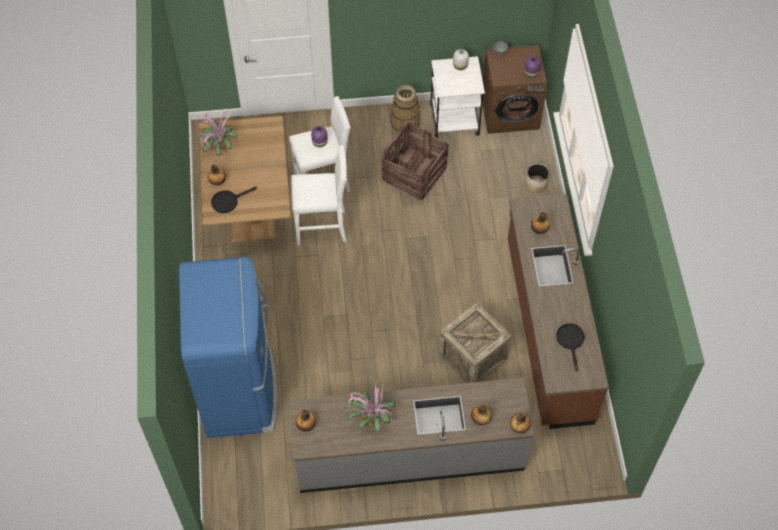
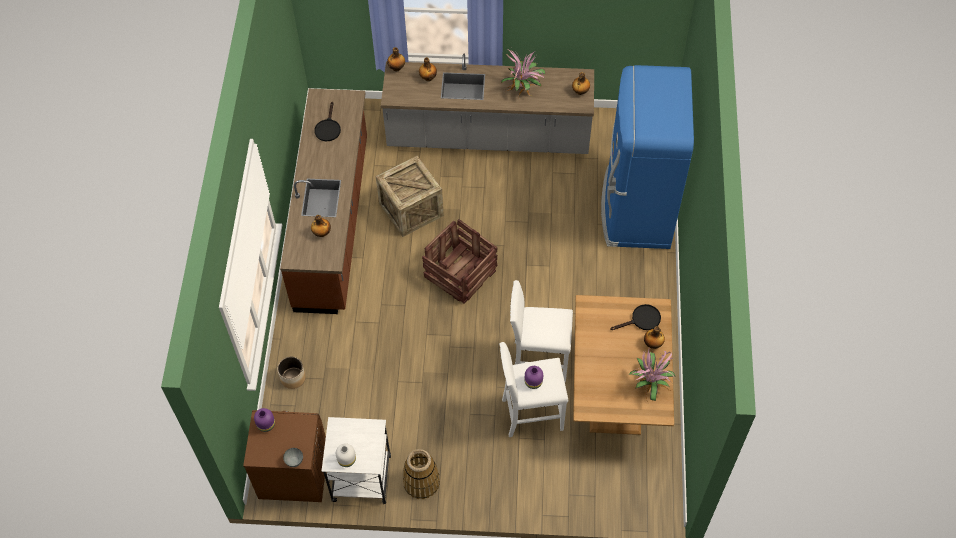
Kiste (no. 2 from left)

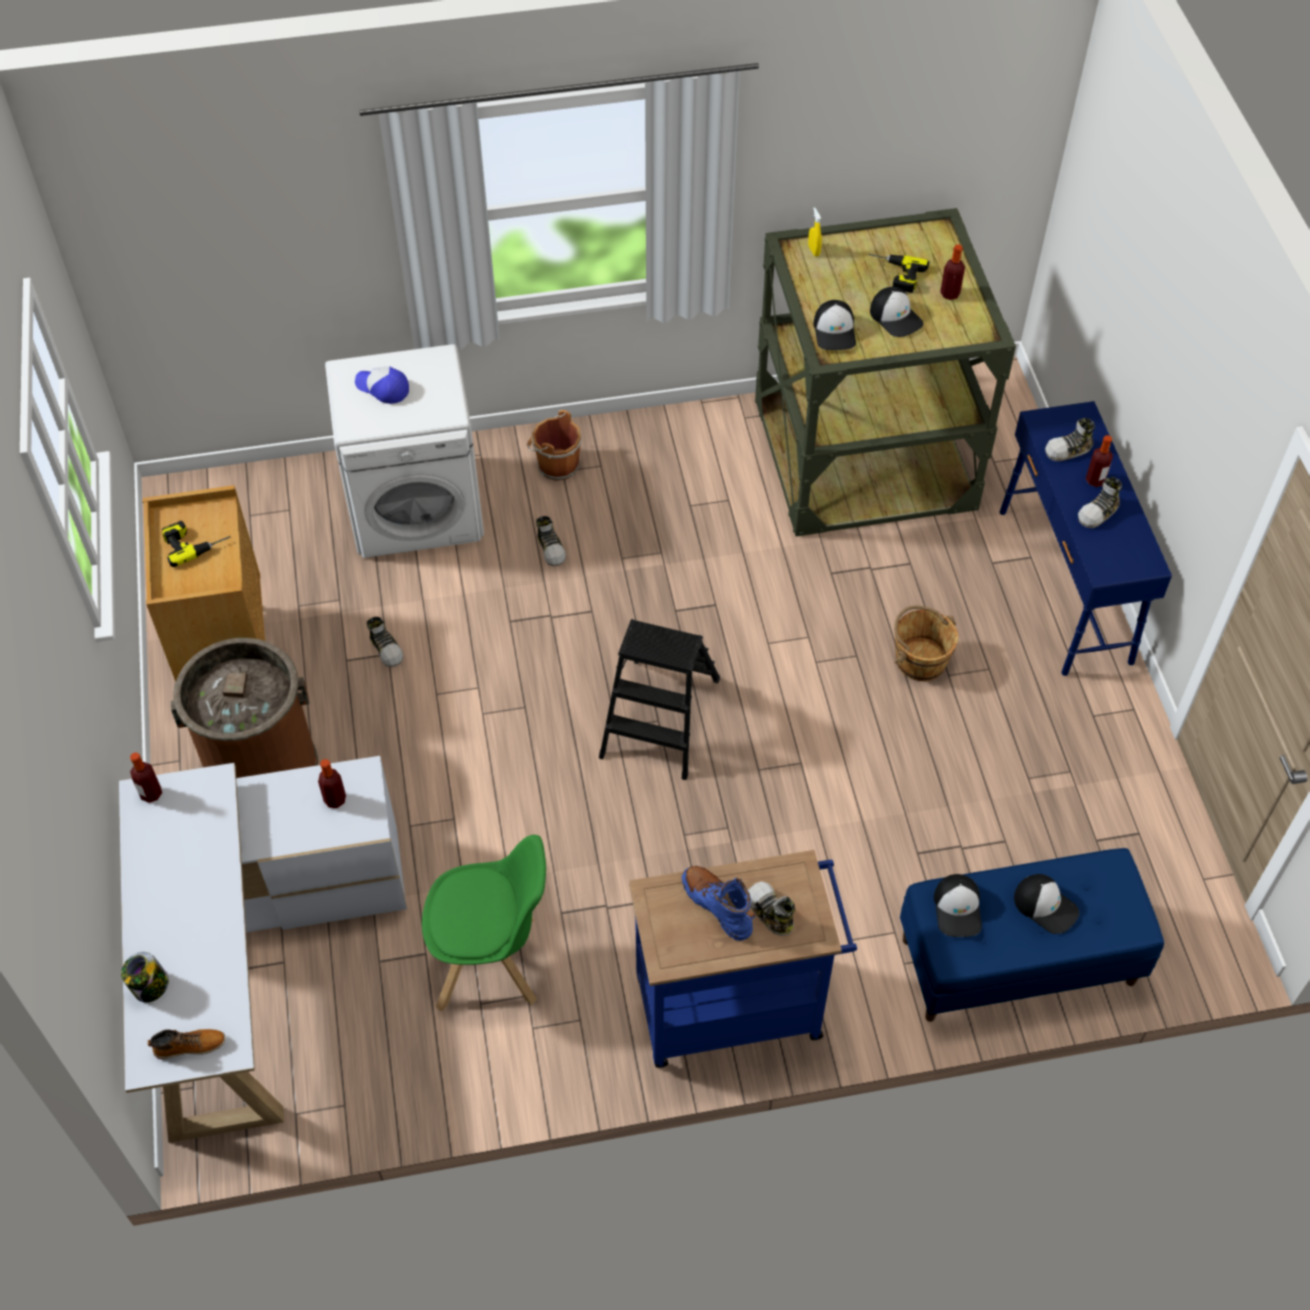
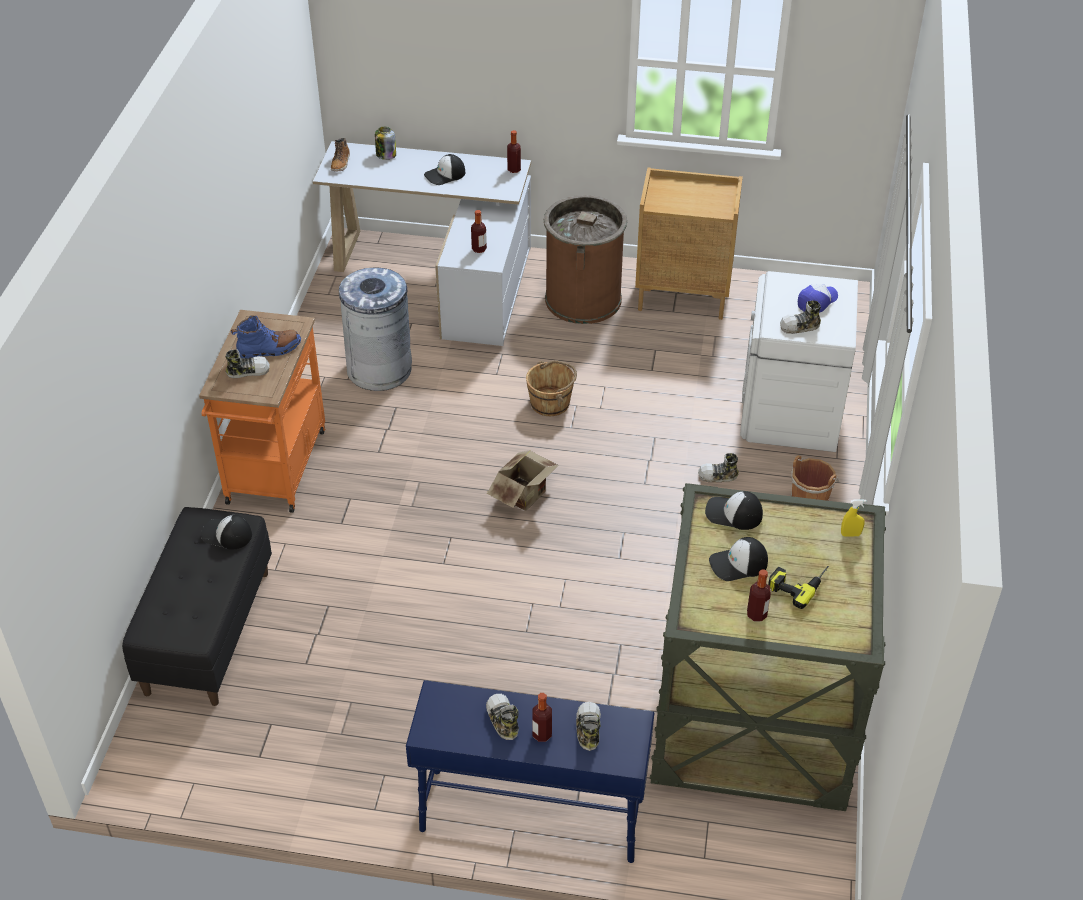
Bohrmaschine (no. 1 from left in the first image); Schuh (no. 5 from left); Eimer (braun) (no. 1 from left); Kappe (no. 2 from left); Mülleimer (grau); Karton; Rollwagen (orange); Bank (schwarz)

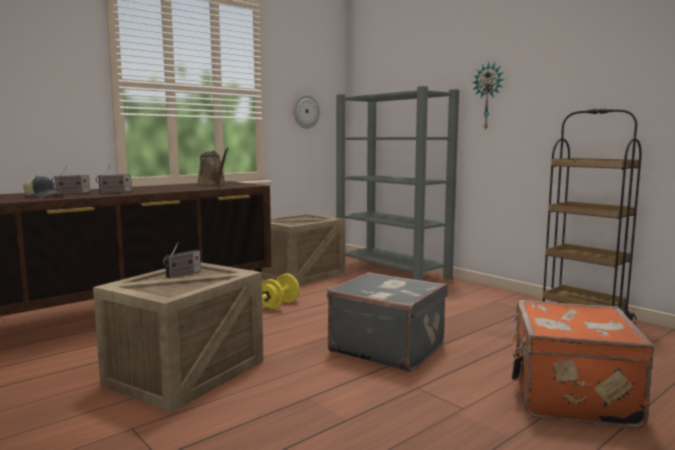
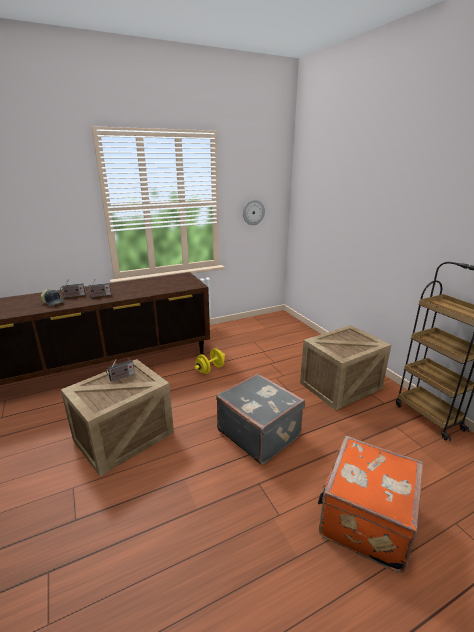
Gießkanne (braun); Bücherregal (grau); Wanduhr (no. 2 from left in the first image); Kiste (no. 2 from left)

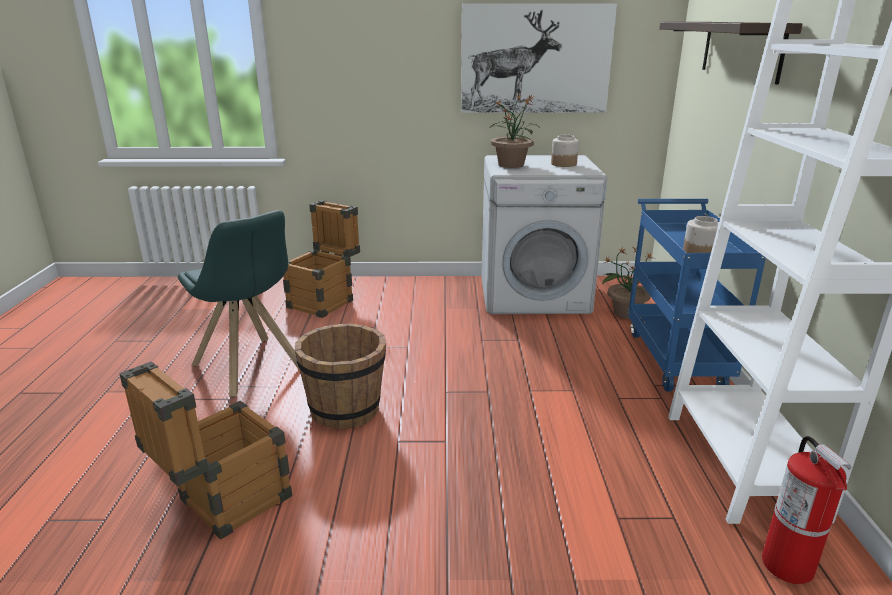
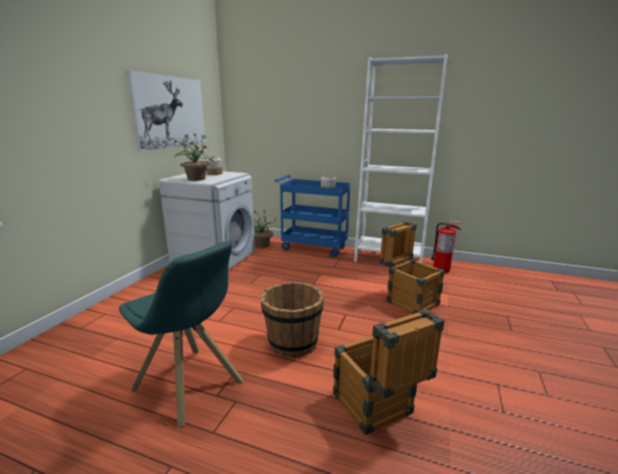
Wandregal; Kiste (no. 2 from left); Stuhl (türkis)

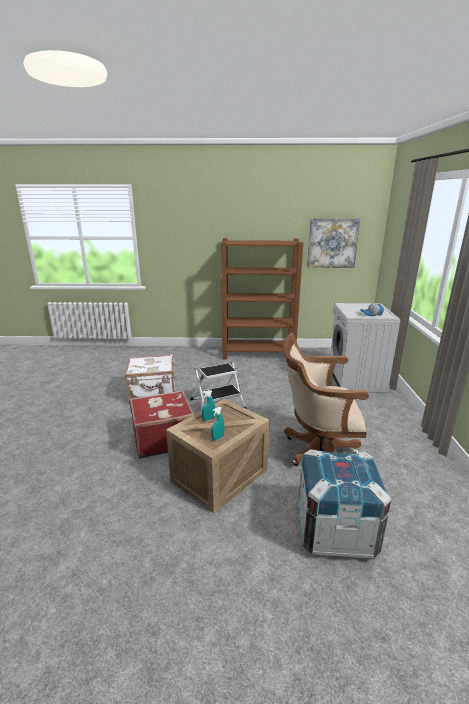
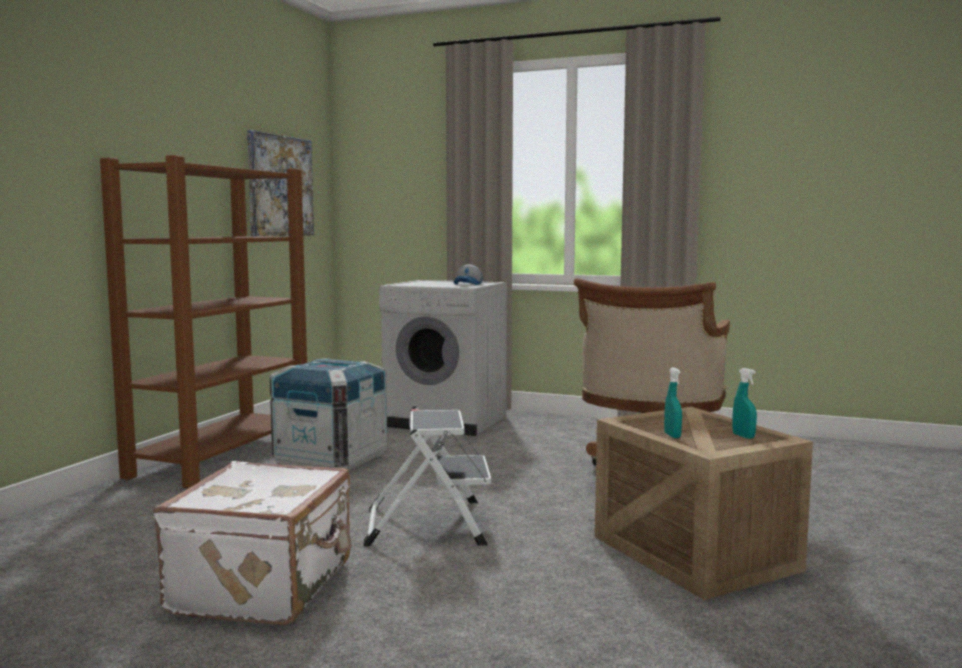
Koffer (rot); Kiste (no. 1 from left)

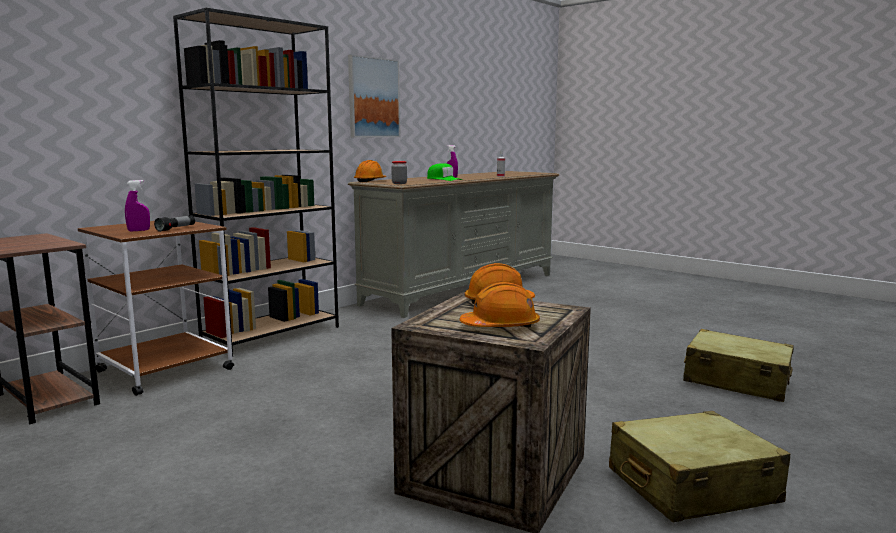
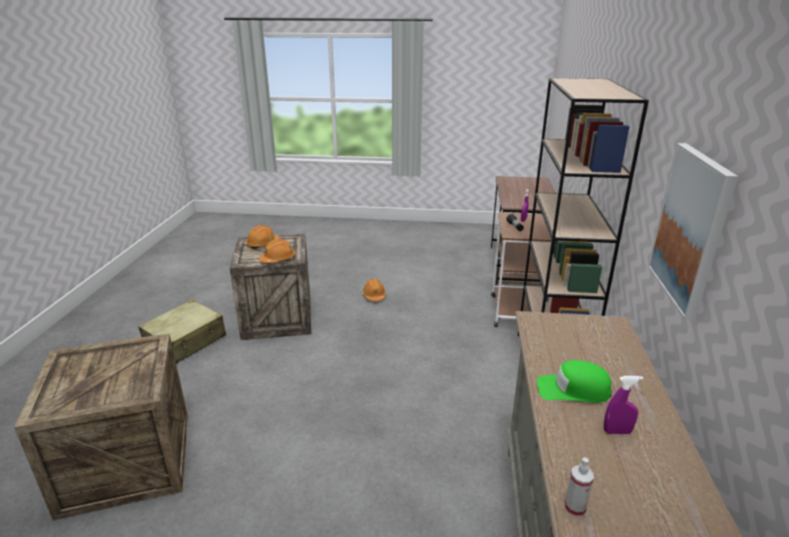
Vorratsglas; Schutzhelm (orange) (no. 3 from left); Kiste (no. 1 from left)

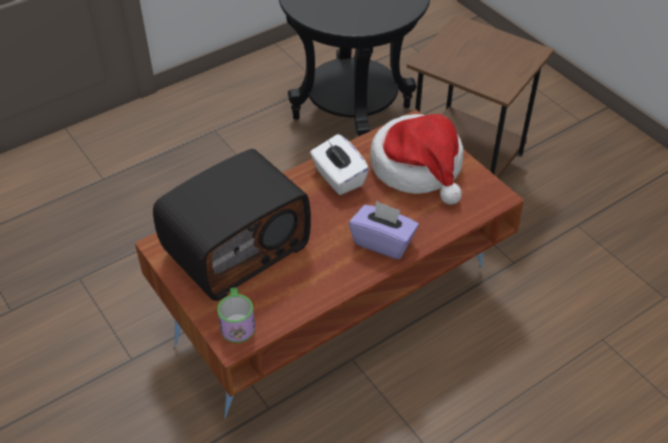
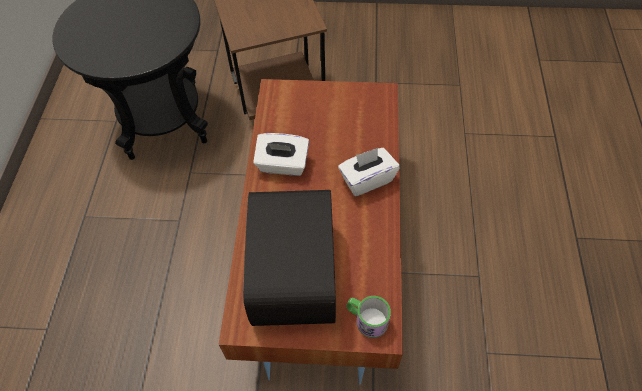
Hut; Taschentuchbox (weiß) (no. 2 from left)

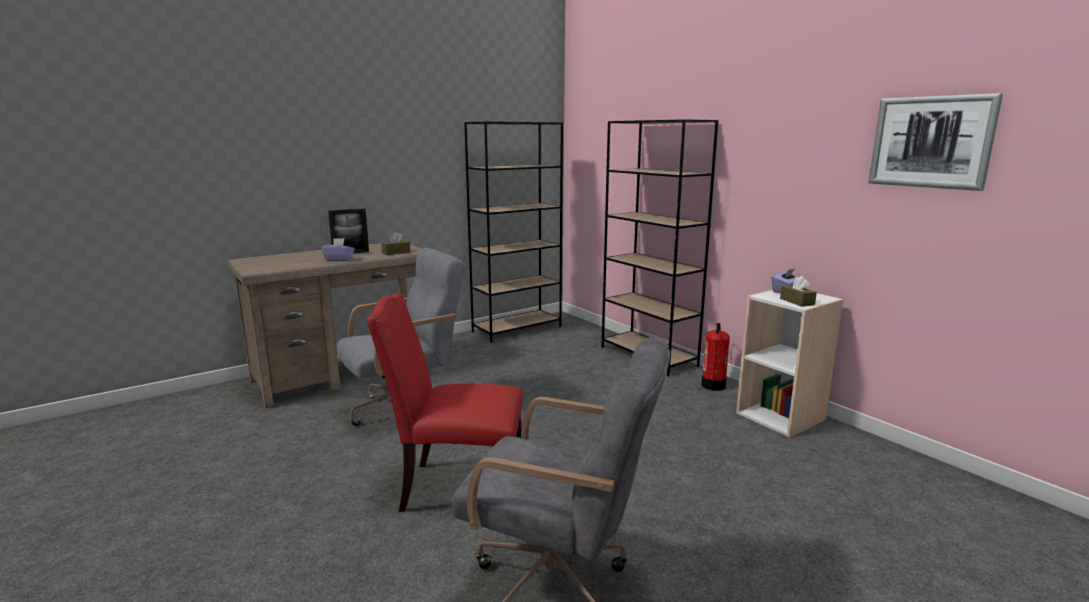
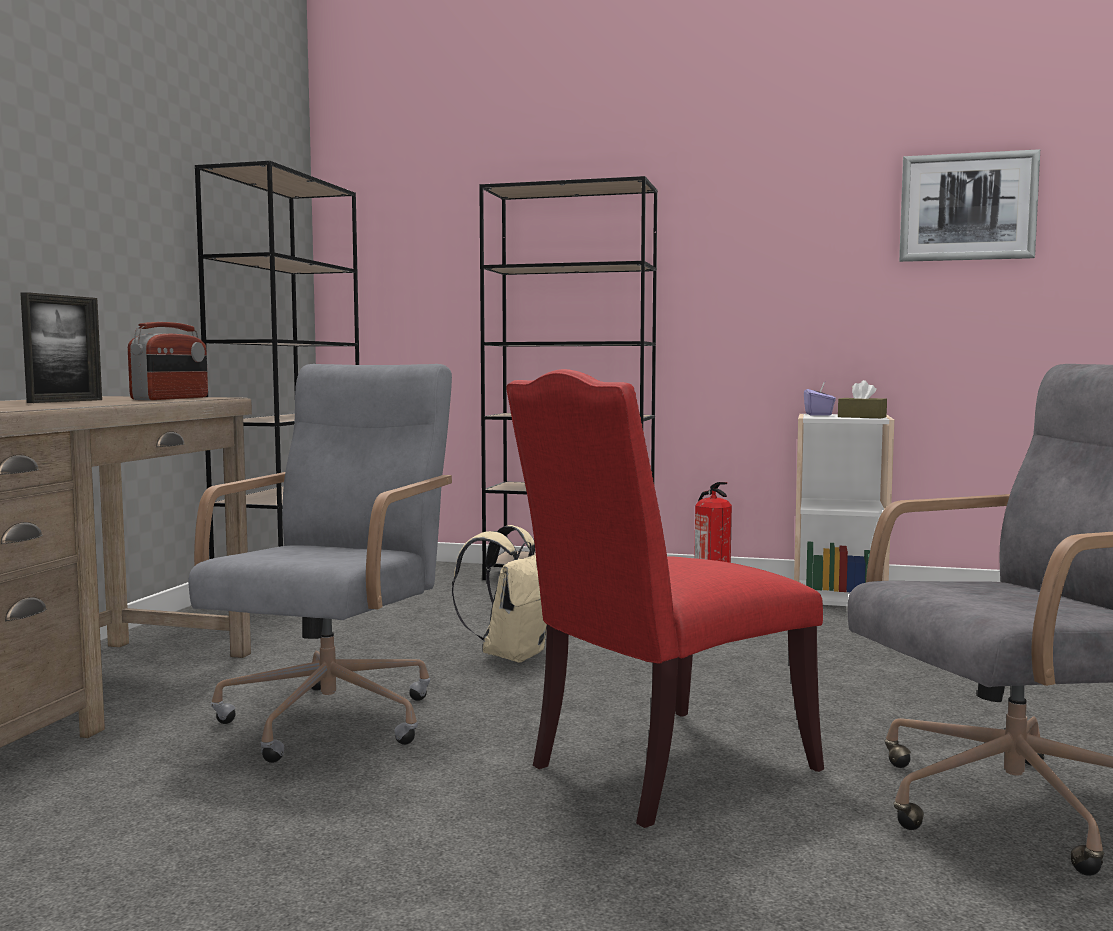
Taschentuchbox (lila) (no. 1 from left in the first image); Rucksack (beige); Radio

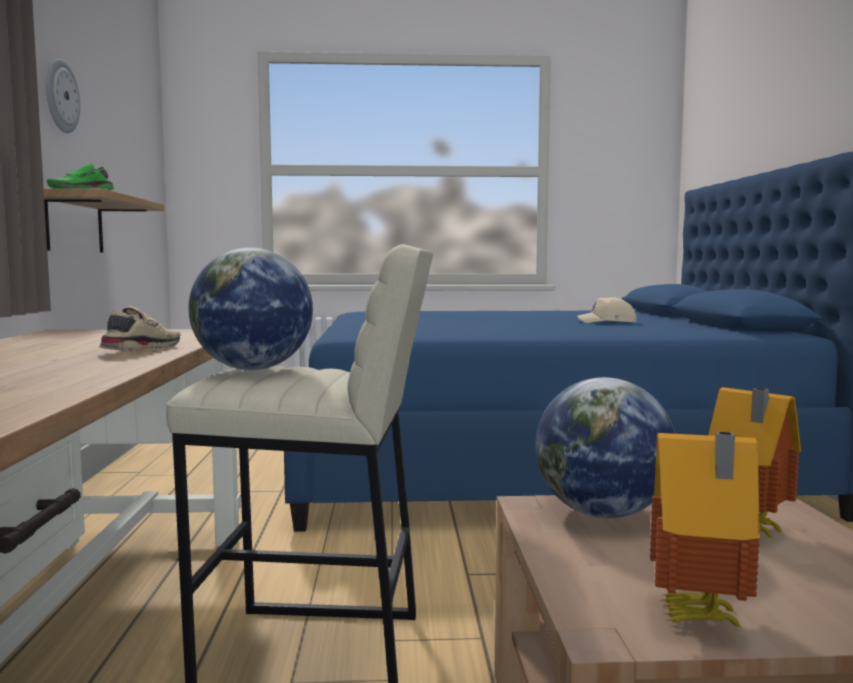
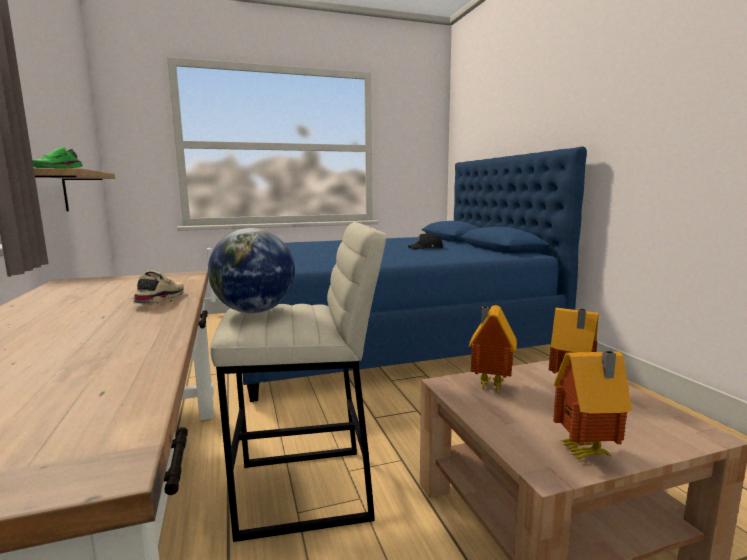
Wanduhr; Spielzeughaus (no. 1 from left); Kappe (schwarz)

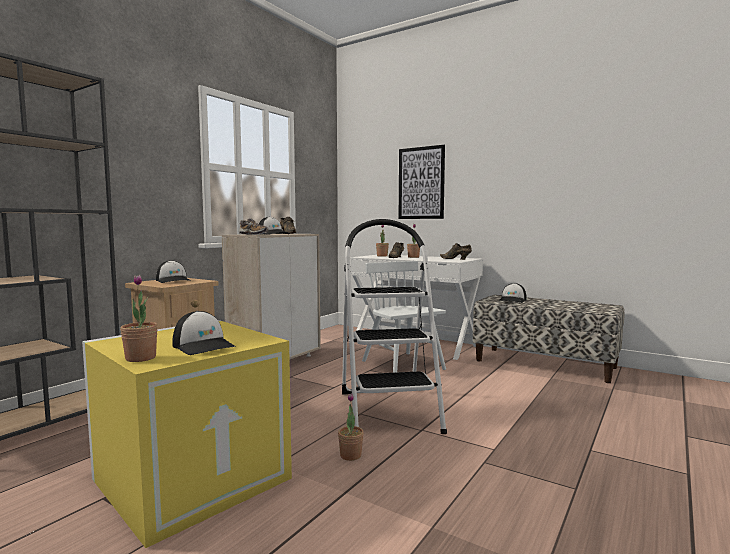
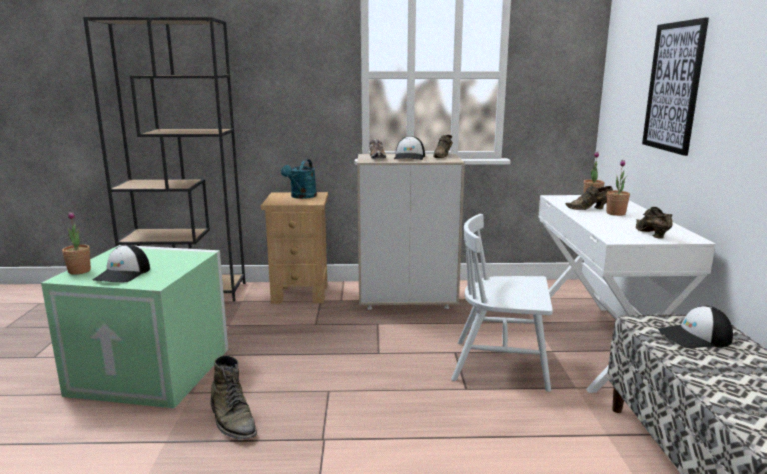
Trittleiter; Gießkanne (türkis); Stiefel (grün); Aufbewahrungsbox (grün); Stuhl (weiß)

